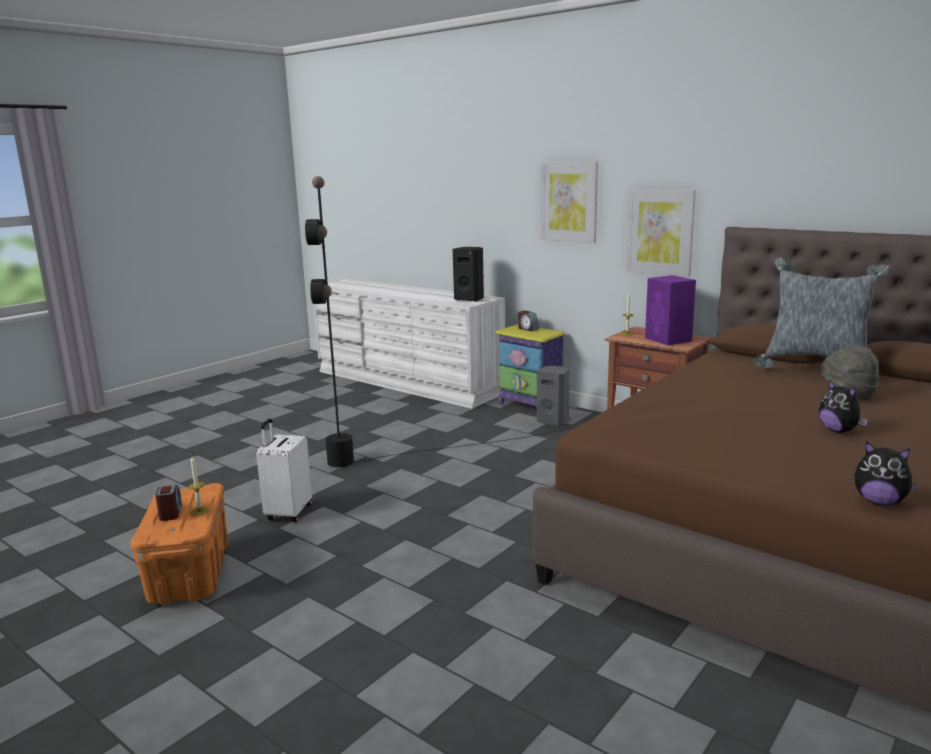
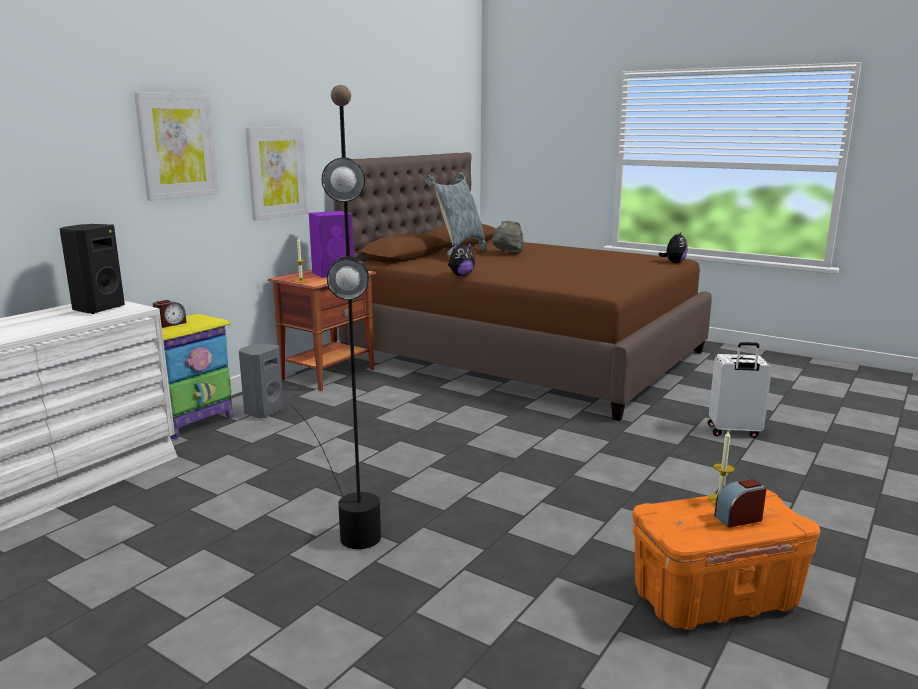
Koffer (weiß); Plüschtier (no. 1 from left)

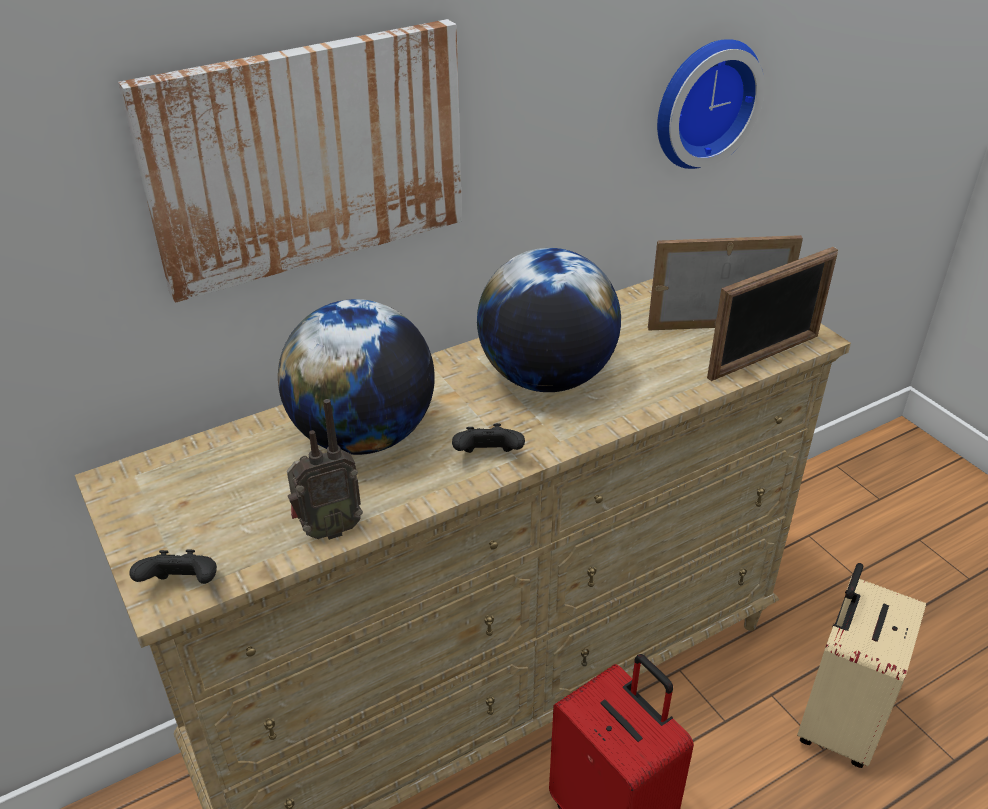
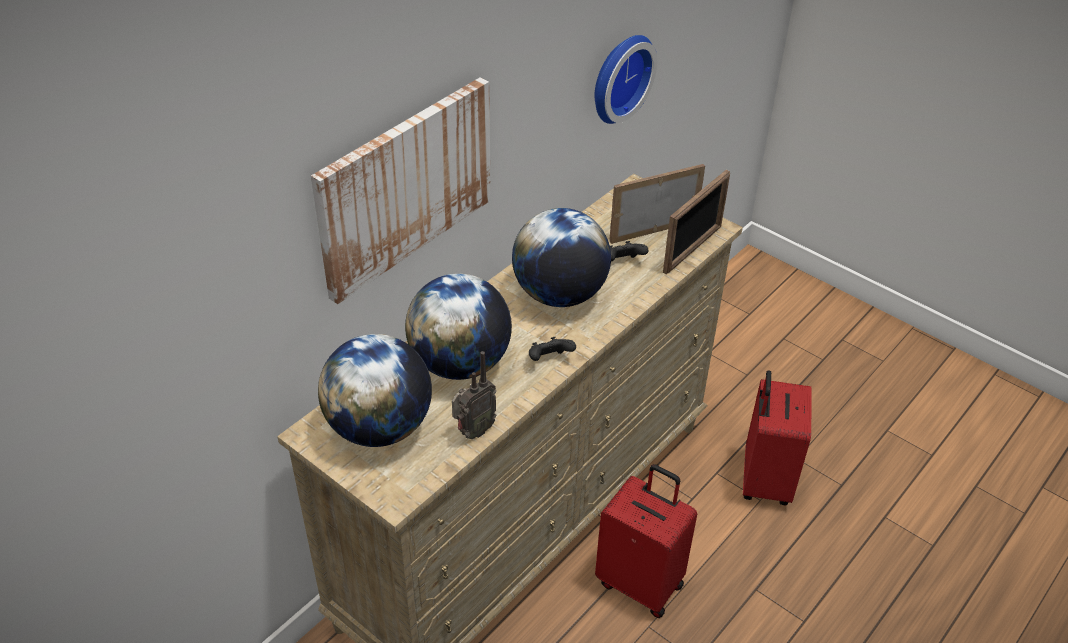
Globus (no. 1 from left); Gamepad (schwarz) (no. 2 from left); Koffer (rot) (no. 2 from left)

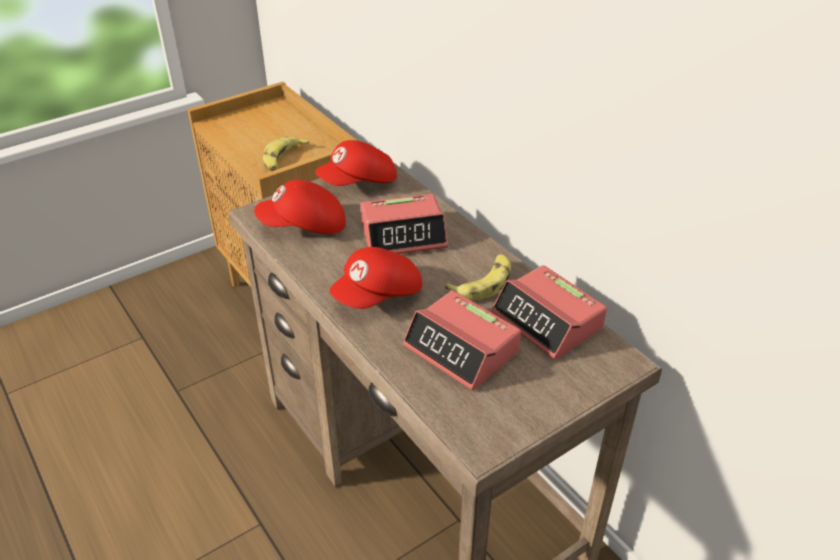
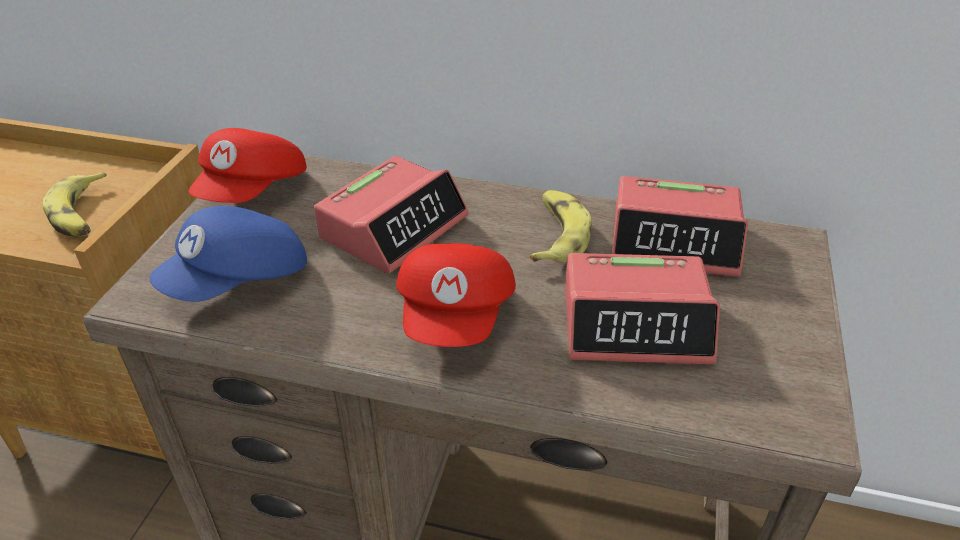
Kappe (blau)

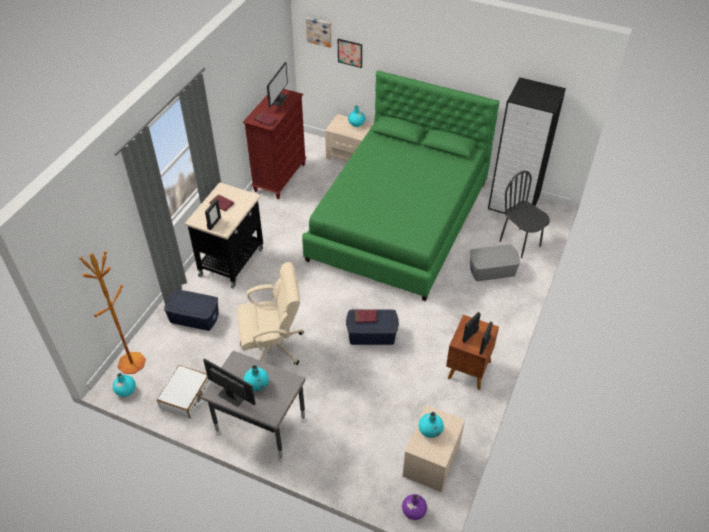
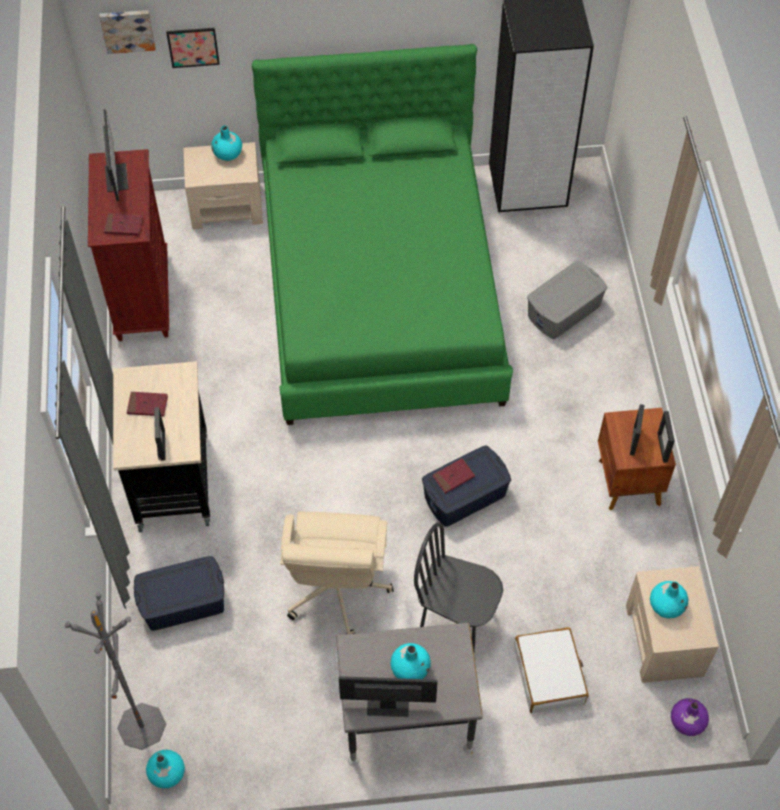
Koffer (weiß); Stuhl (schwarz); Kleiderständer (grau); Bürostuhl (beige)

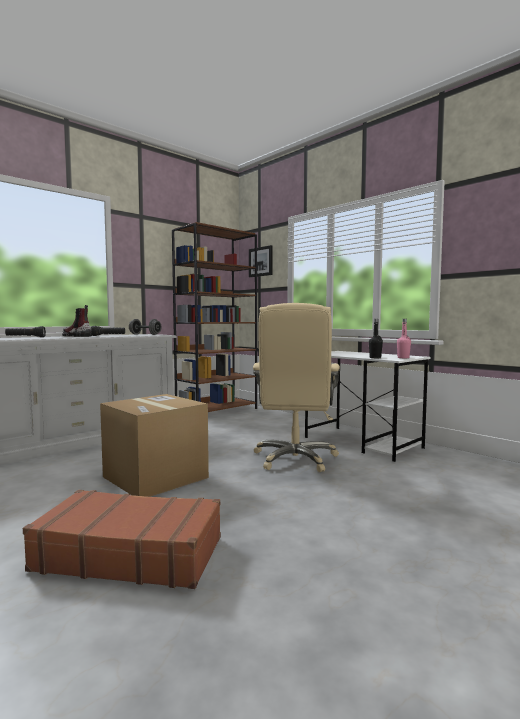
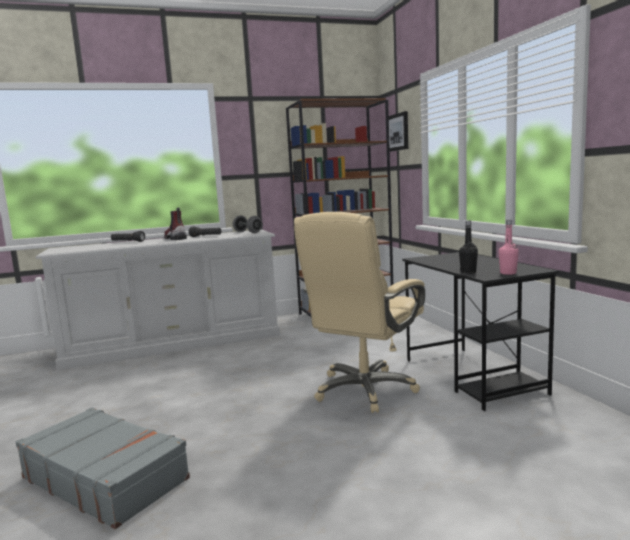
Karton; Koffer (grau); Schreibtisch (schwarz)

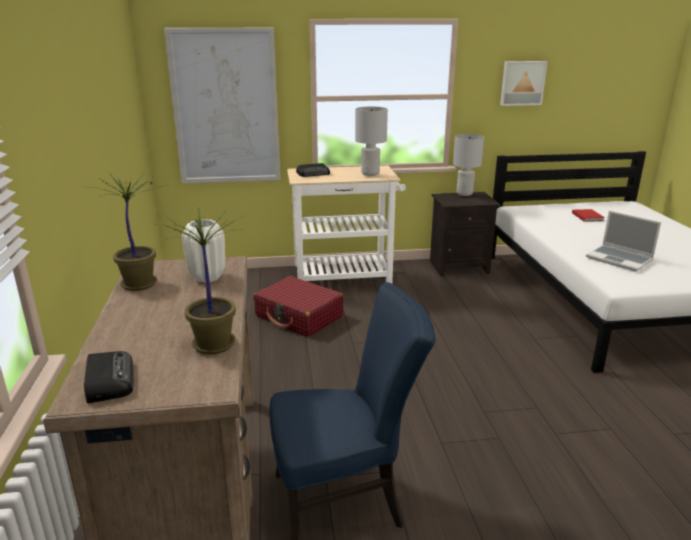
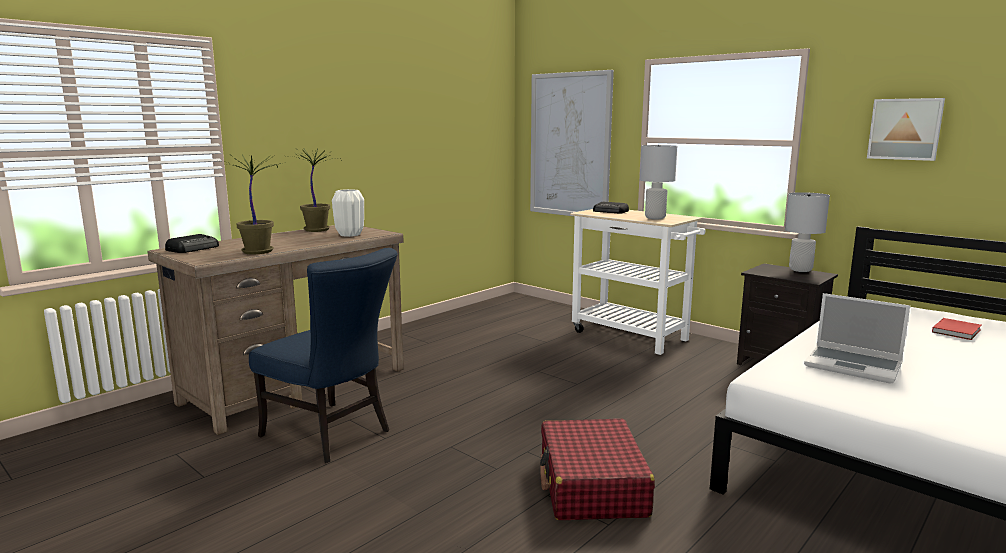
Koffer (rot); Laptop

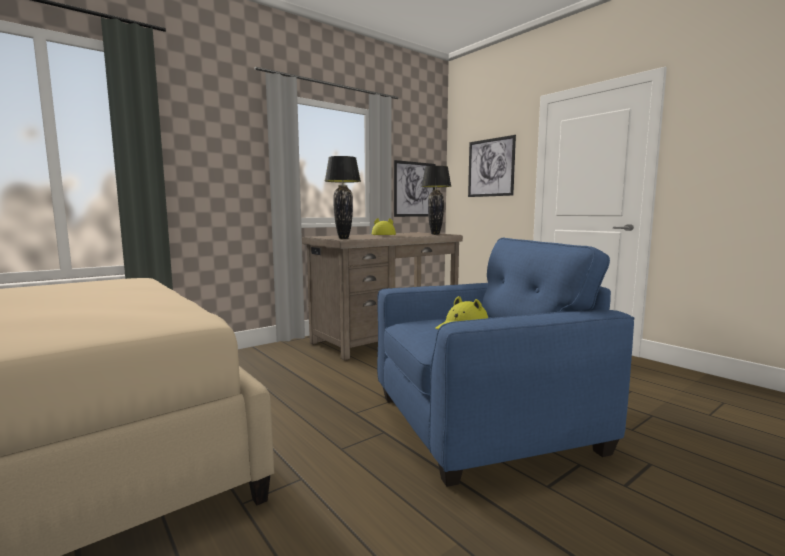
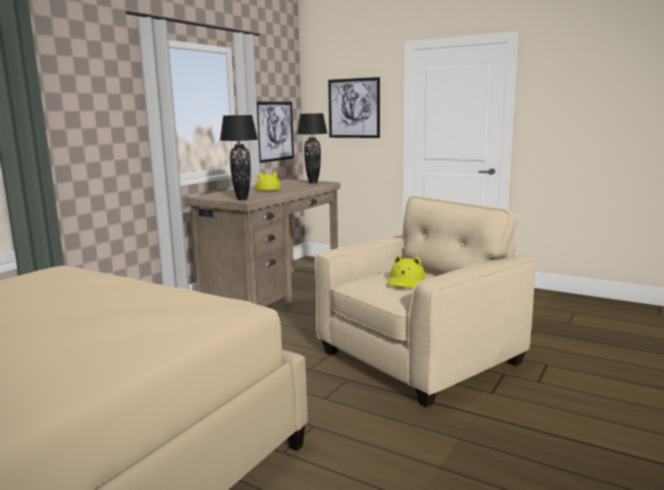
Sessel (beige)

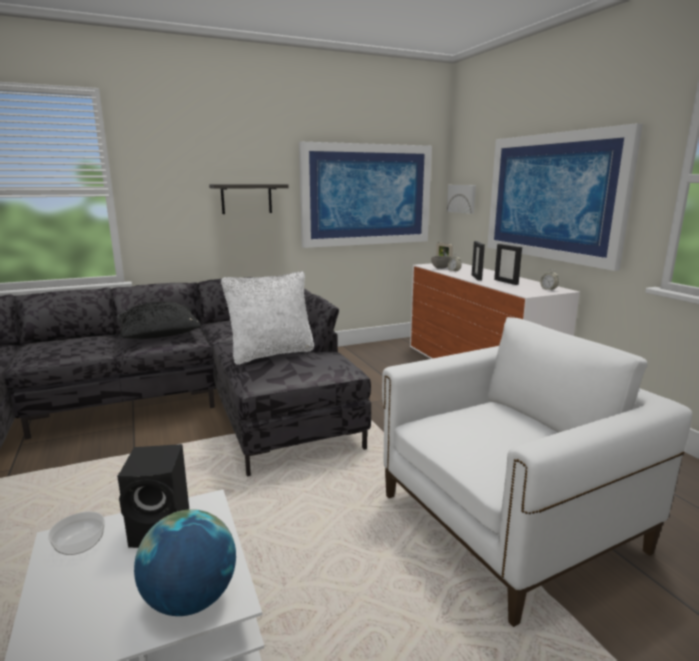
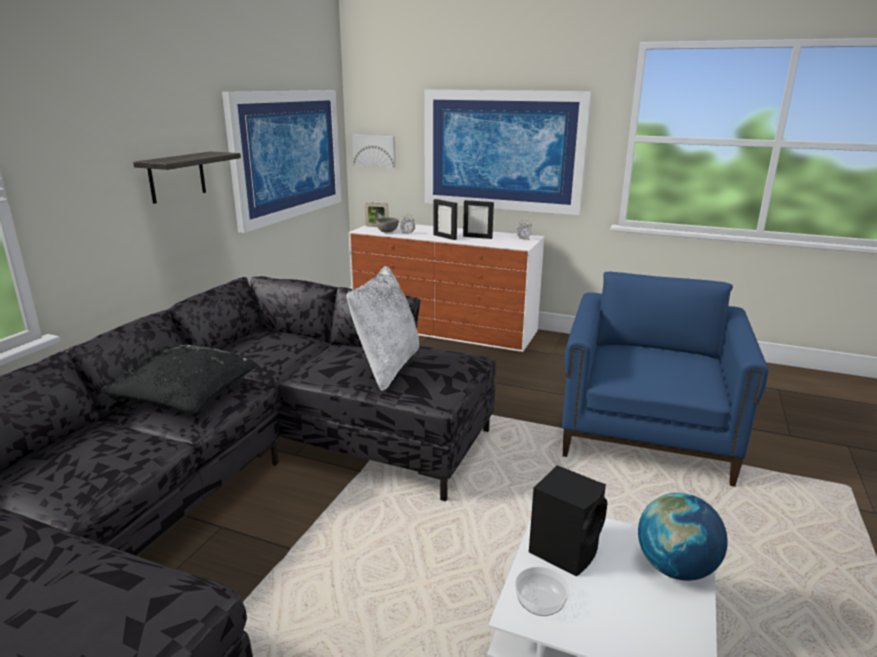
Sessel (blau)

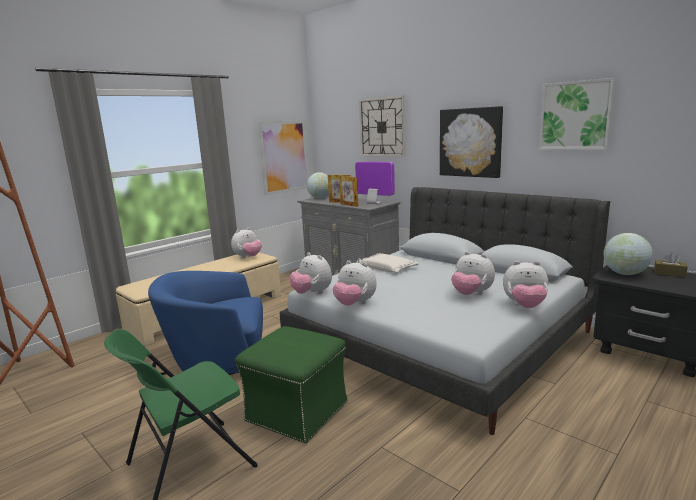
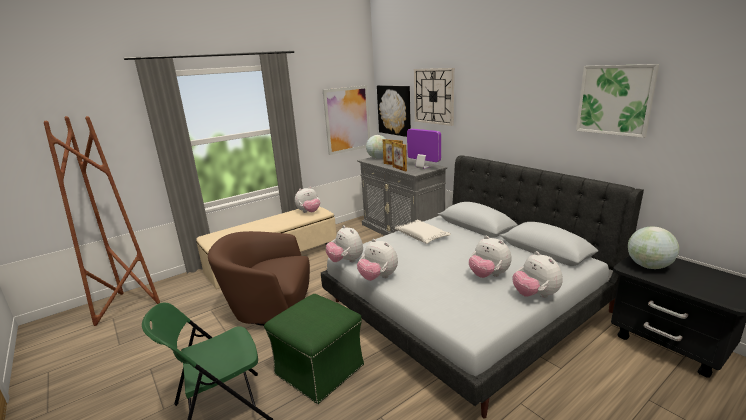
Taschentuchbox (braun); Bild (no. 2 from left); Sessel (braun); Plüschtier (no. 5 from left)

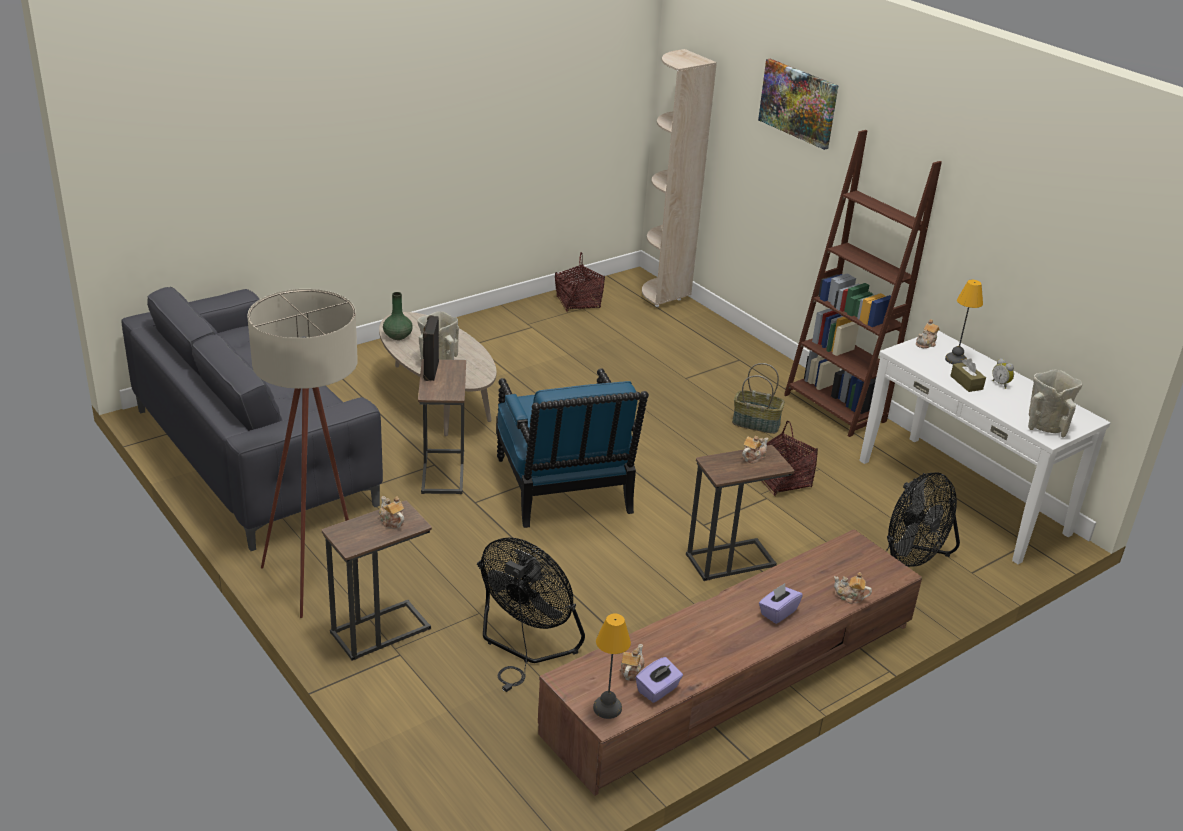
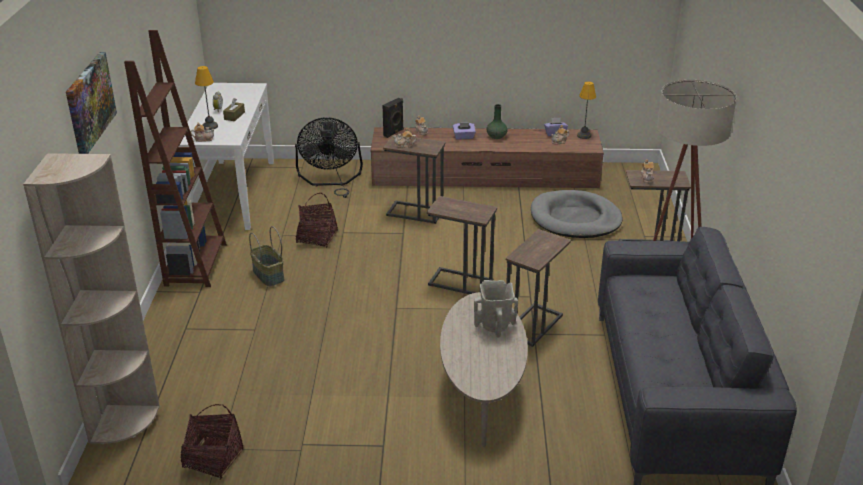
Vase (beige) (no. 2 from left in the first image); Vase (grün); Lautsprecher (schwarz); Hundebett (grau); Beistelltisch (braun) (no. 2 from left)

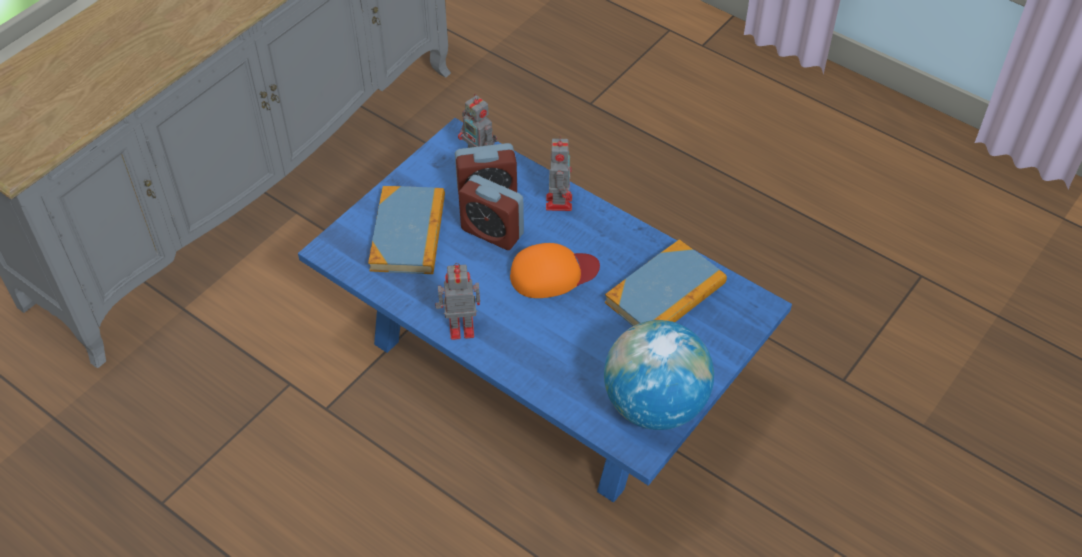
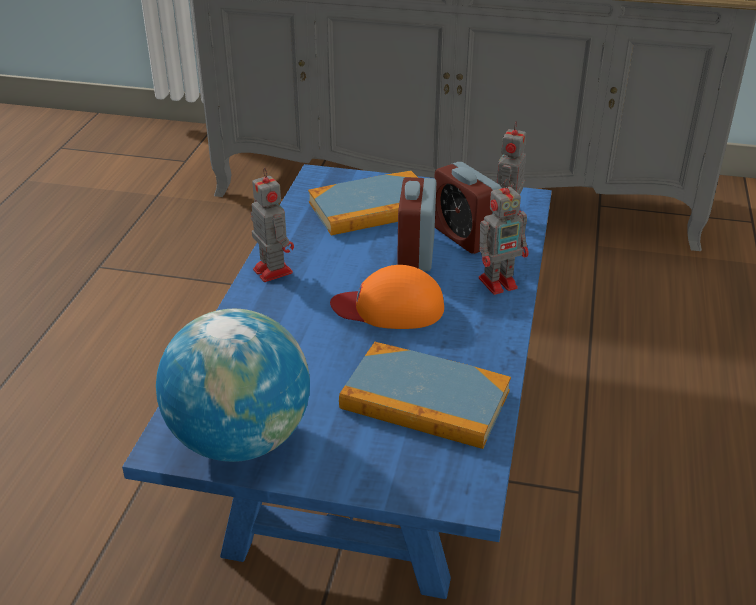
Kappe (orange)

